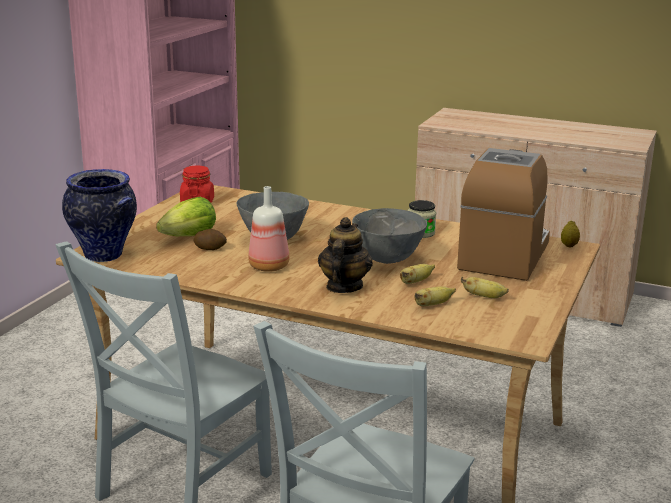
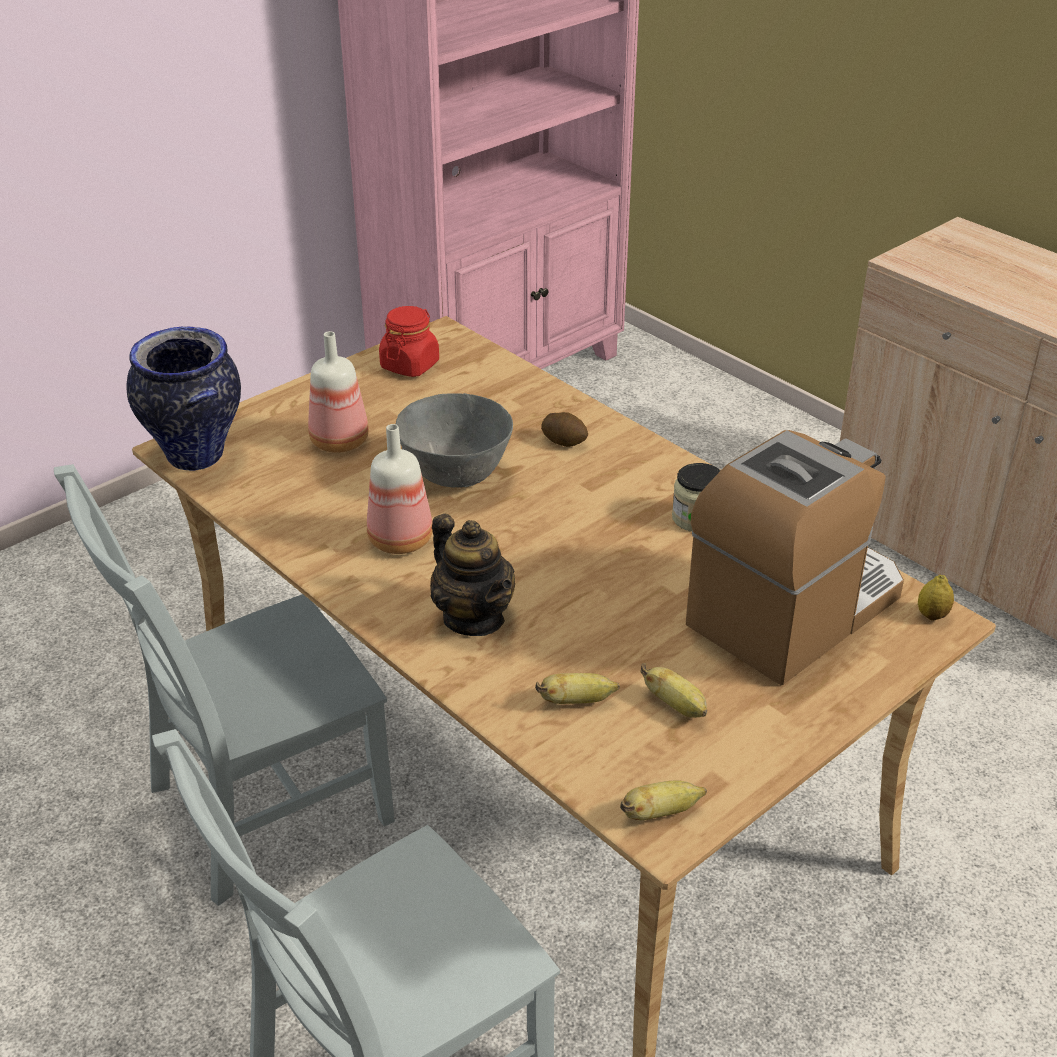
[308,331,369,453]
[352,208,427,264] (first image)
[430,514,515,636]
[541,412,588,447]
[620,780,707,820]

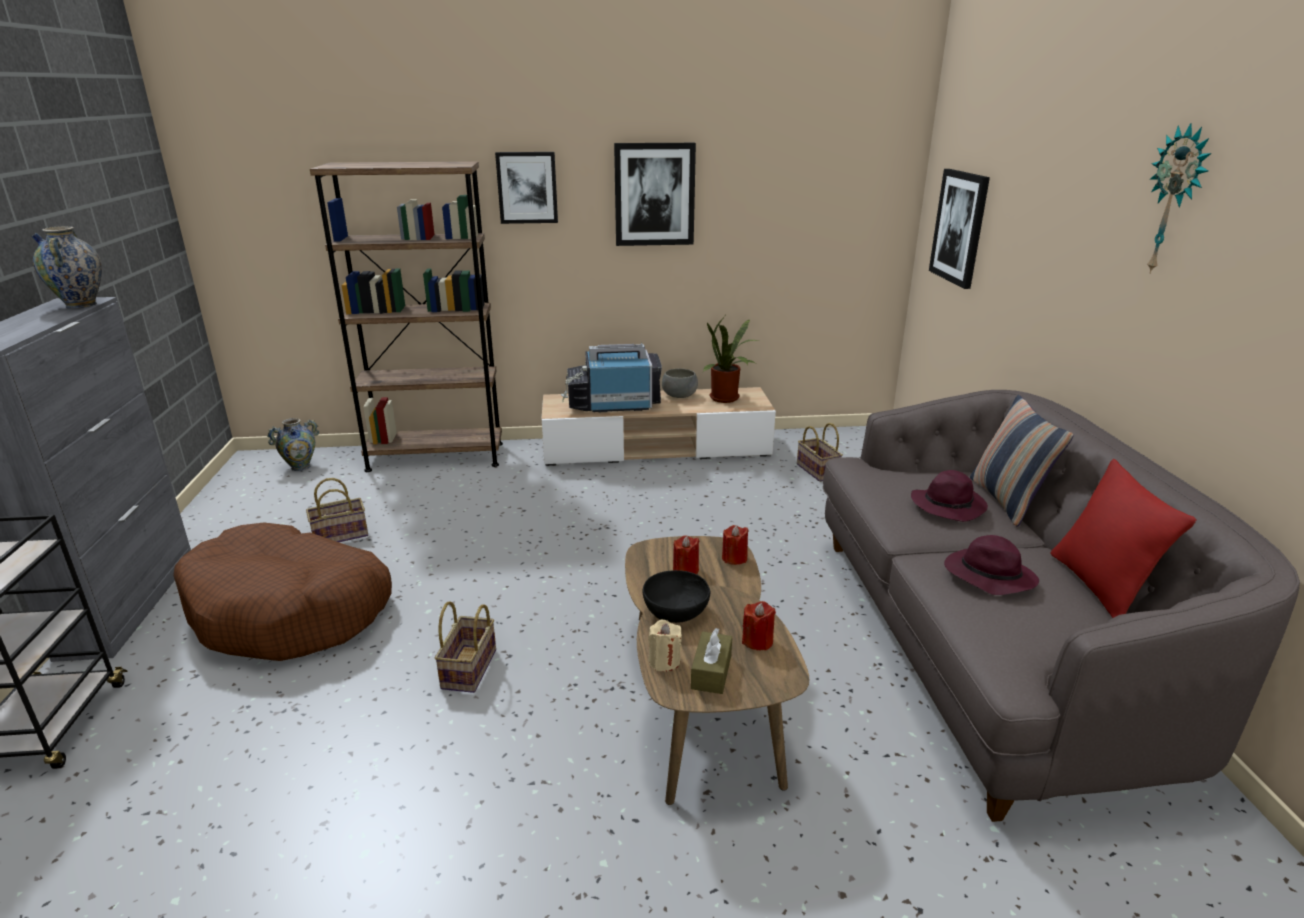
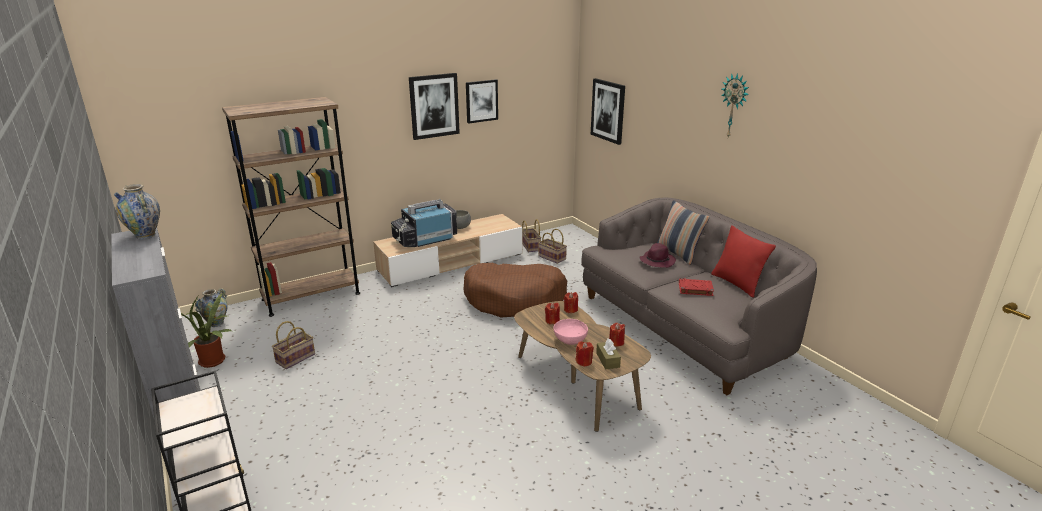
[466,79,498,124]
[181,294,233,368]
[463,263,567,318]
[679,279,714,296]
[553,319,588,345]
[522,219,541,252]
[575,341,594,366]

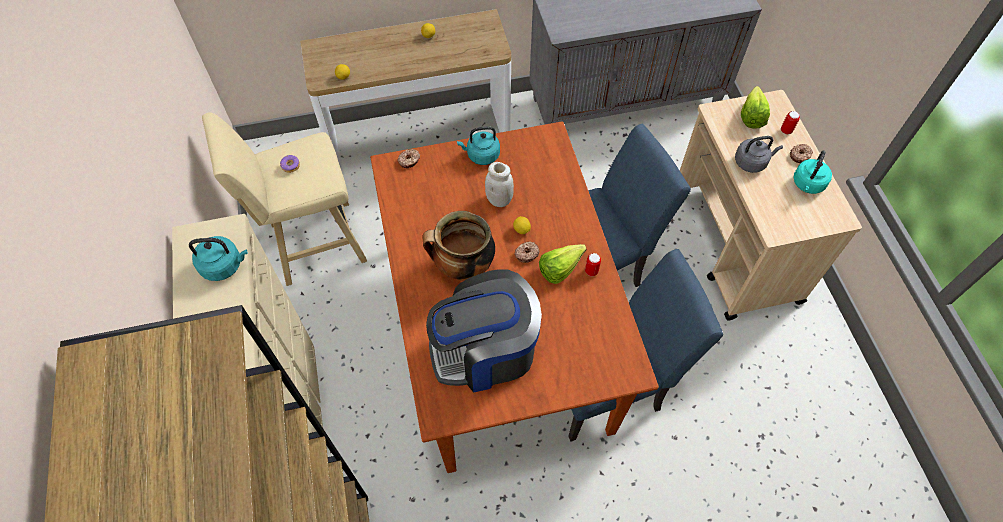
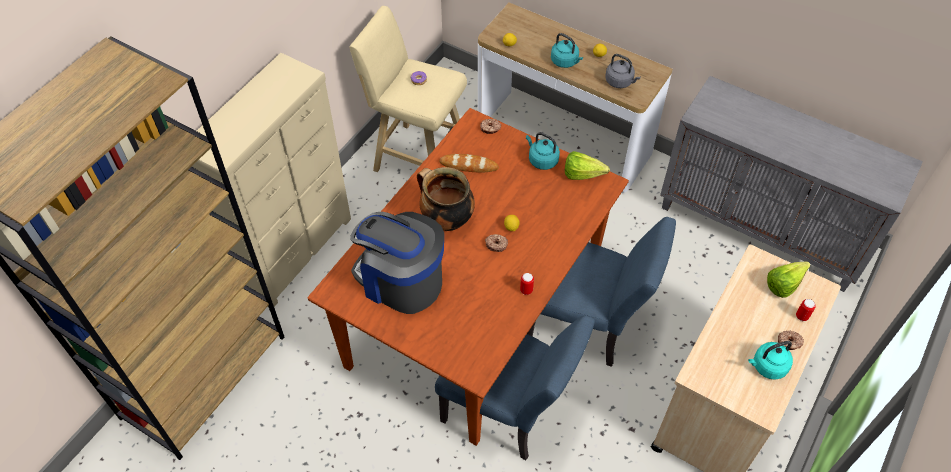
[605,54,641,88]
[485,162,514,207] (first image)
[551,33,583,68]
[565,151,610,180]
[439,154,499,172]

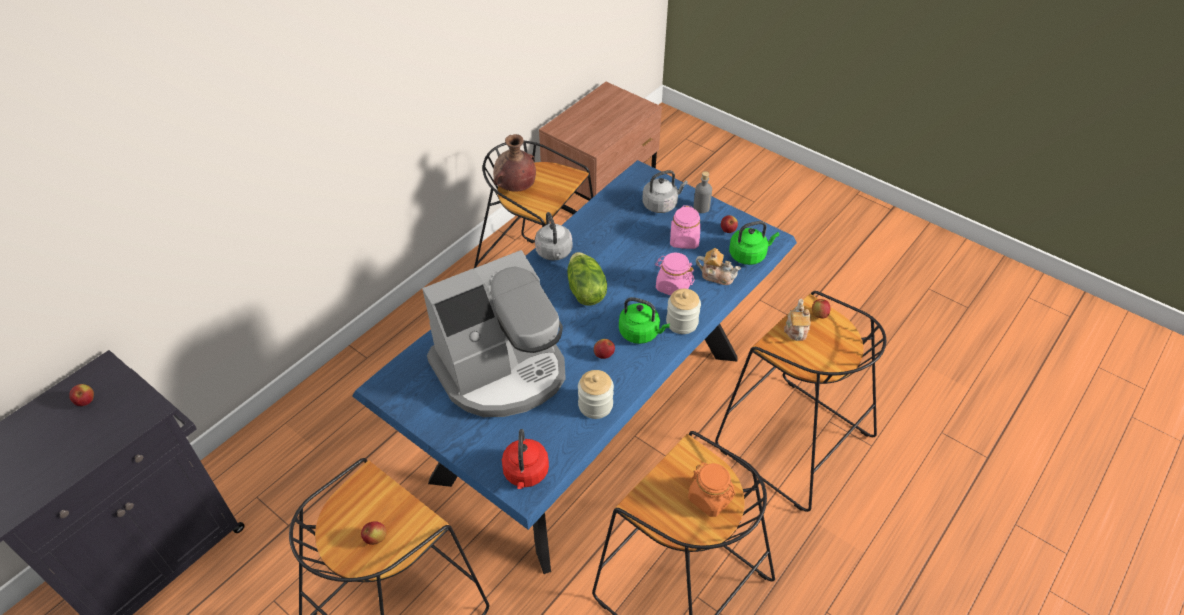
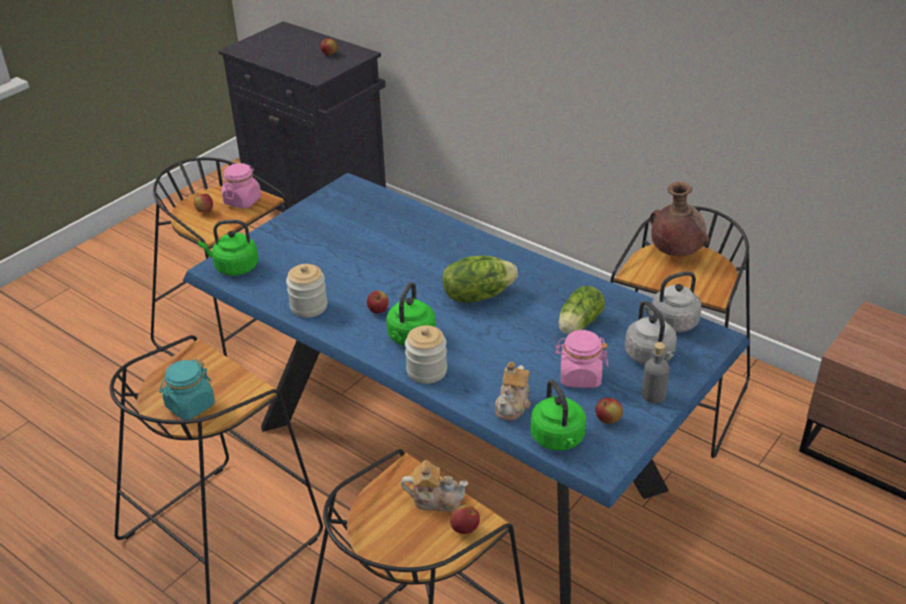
[640,271,701,333]
[422,250,565,417] (first image)
[221,163,261,209]
[198,220,258,276]
[159,359,215,420]
[558,286,605,334]

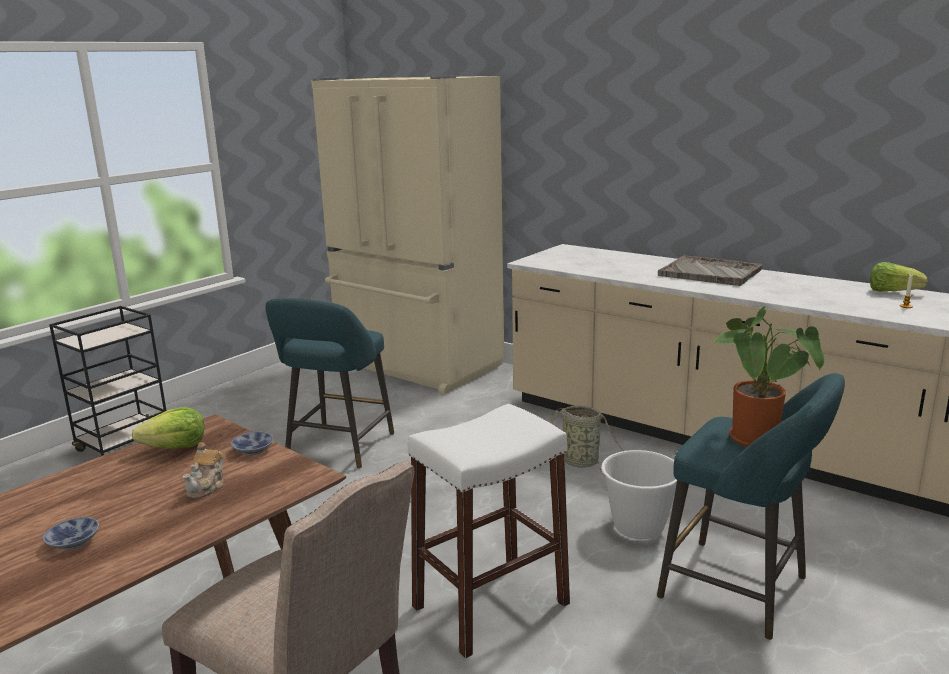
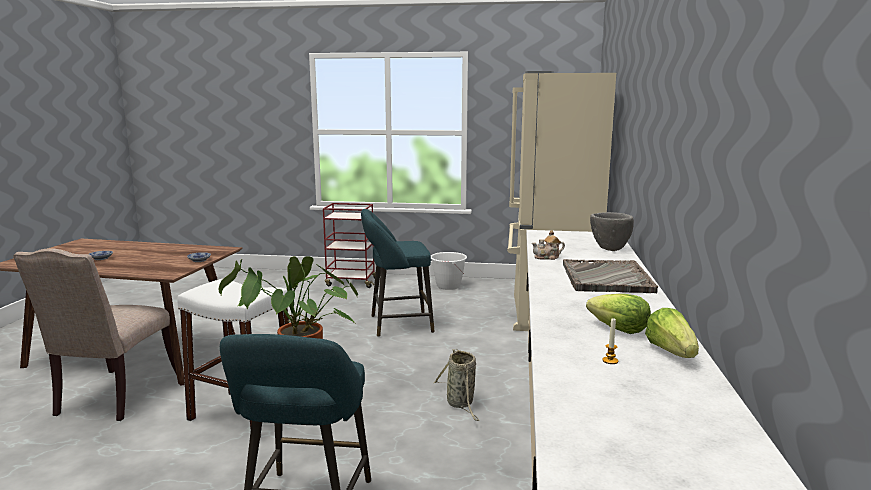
[323,203,376,288]
[586,294,651,334]
[532,230,565,260]
[431,252,467,290]
[590,212,634,251]

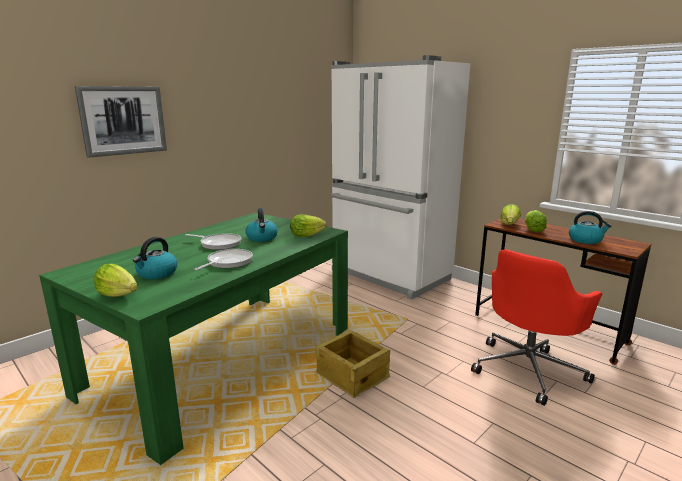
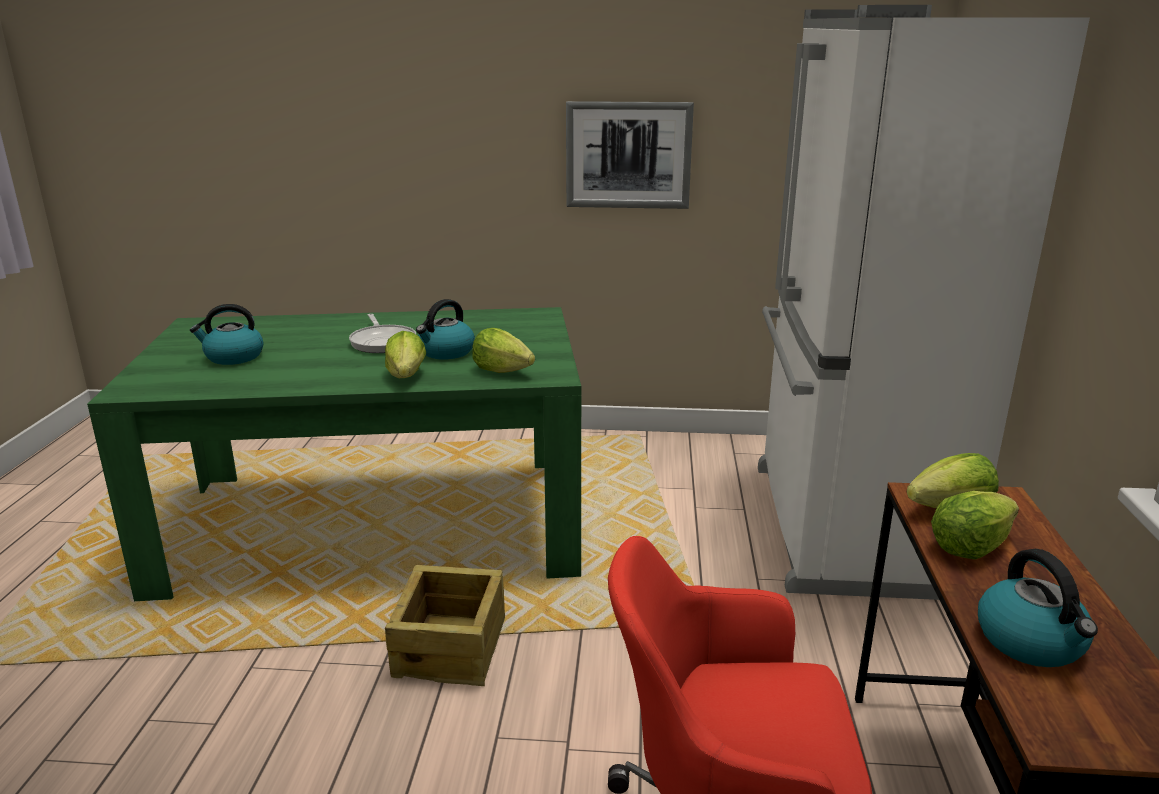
[566,101,694,209]
[195,249,253,270] (first image)
[385,331,426,378]

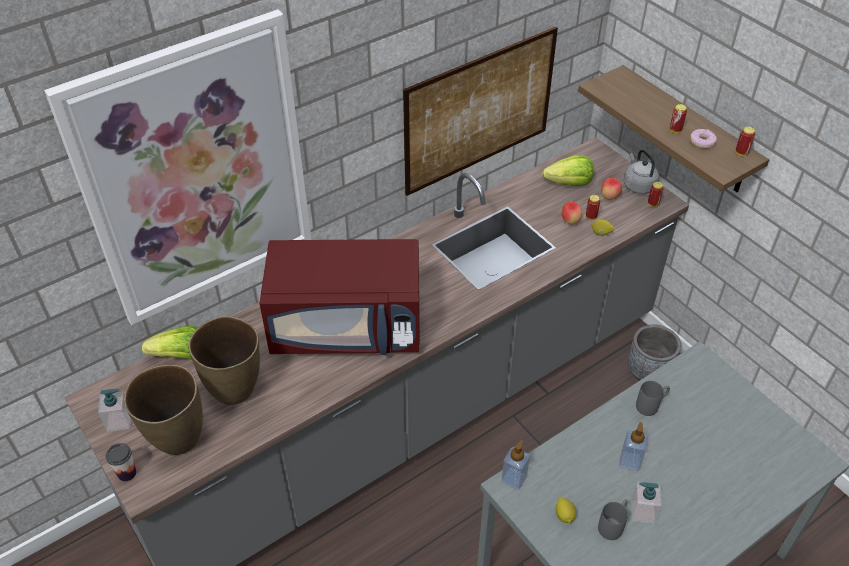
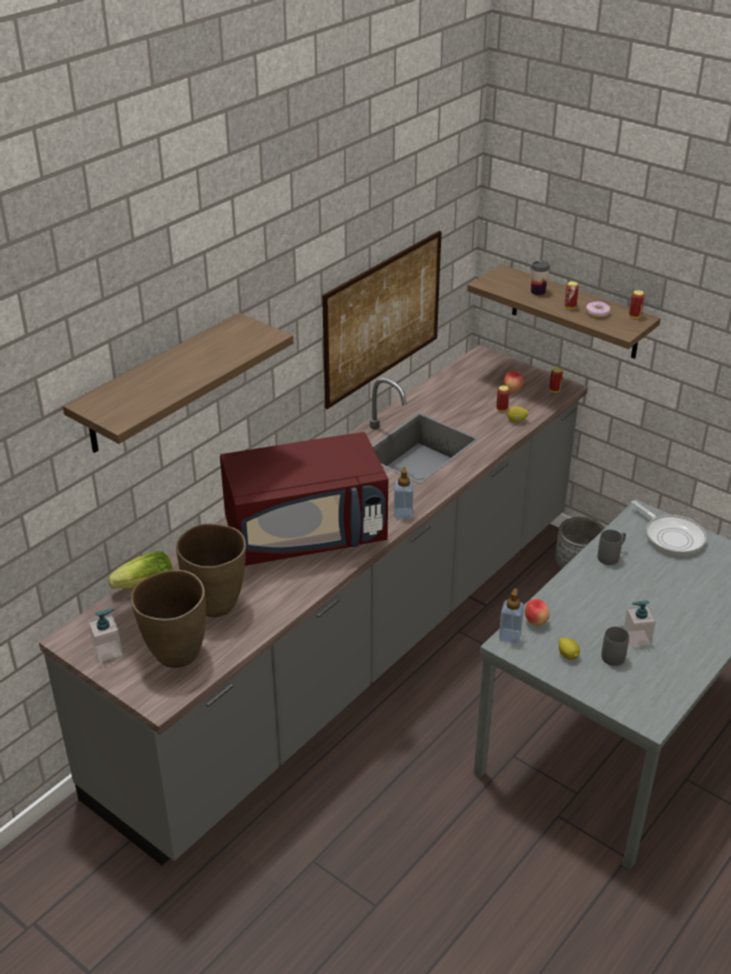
[63,313,293,453]
[624,150,659,194] (first image)
[542,155,594,186] (first image)
[525,599,550,626]
[394,467,414,519]
[531,261,550,295]
[631,500,707,556]

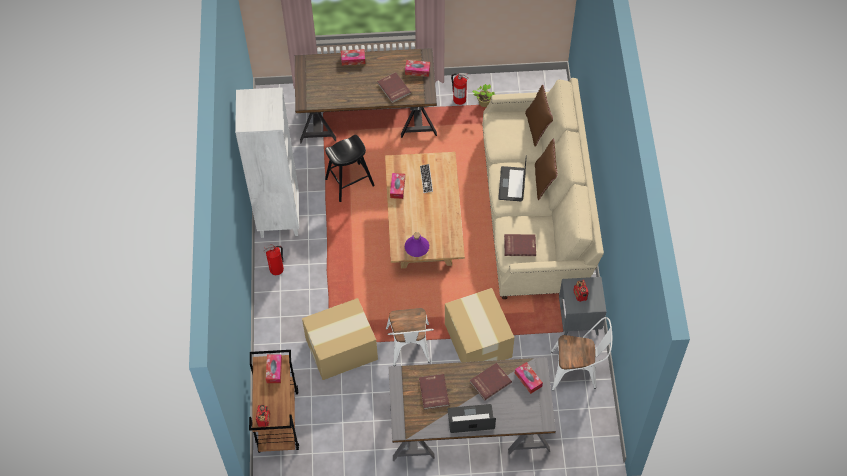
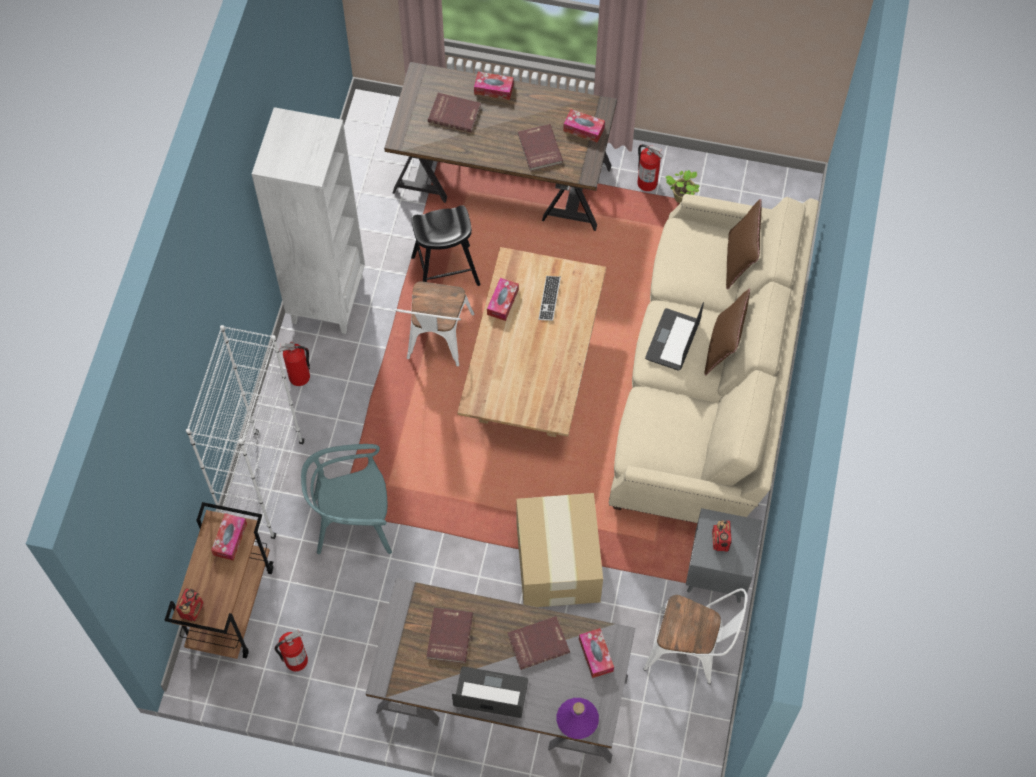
[557,698,599,739]
[428,93,481,132]
[301,444,392,554]
[395,281,475,366]
[186,325,304,539]
[275,629,308,671]

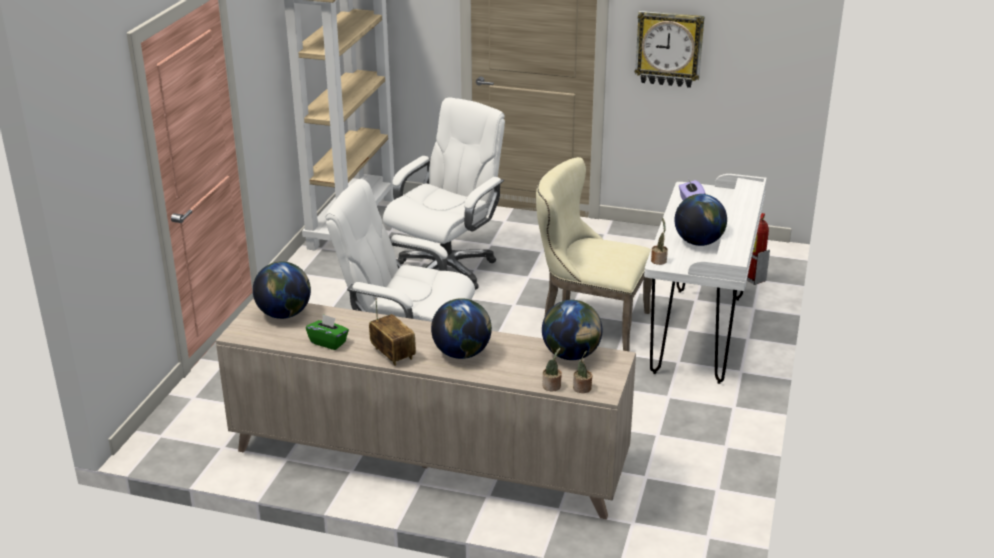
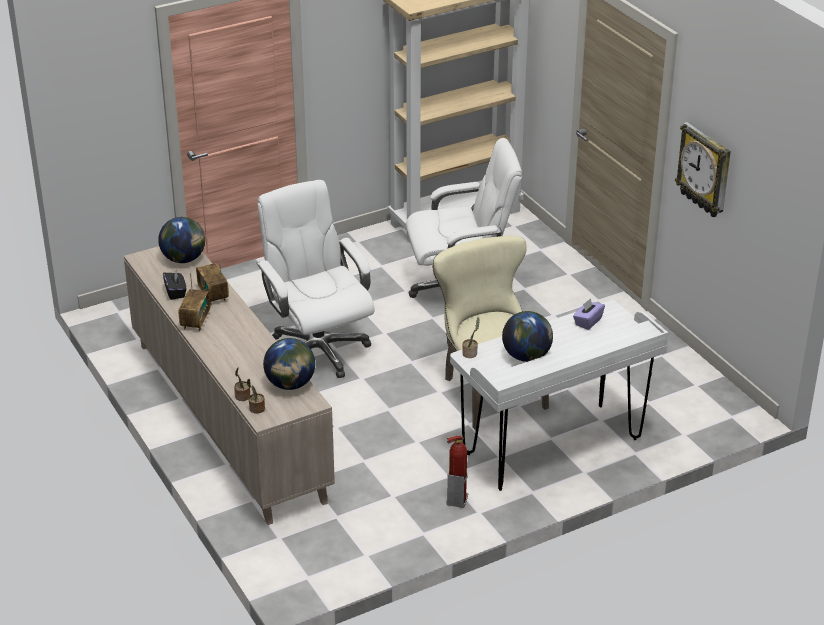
[446,435,468,508]
[431,298,492,359] (first image)
[163,271,187,300]
[196,260,229,305]

